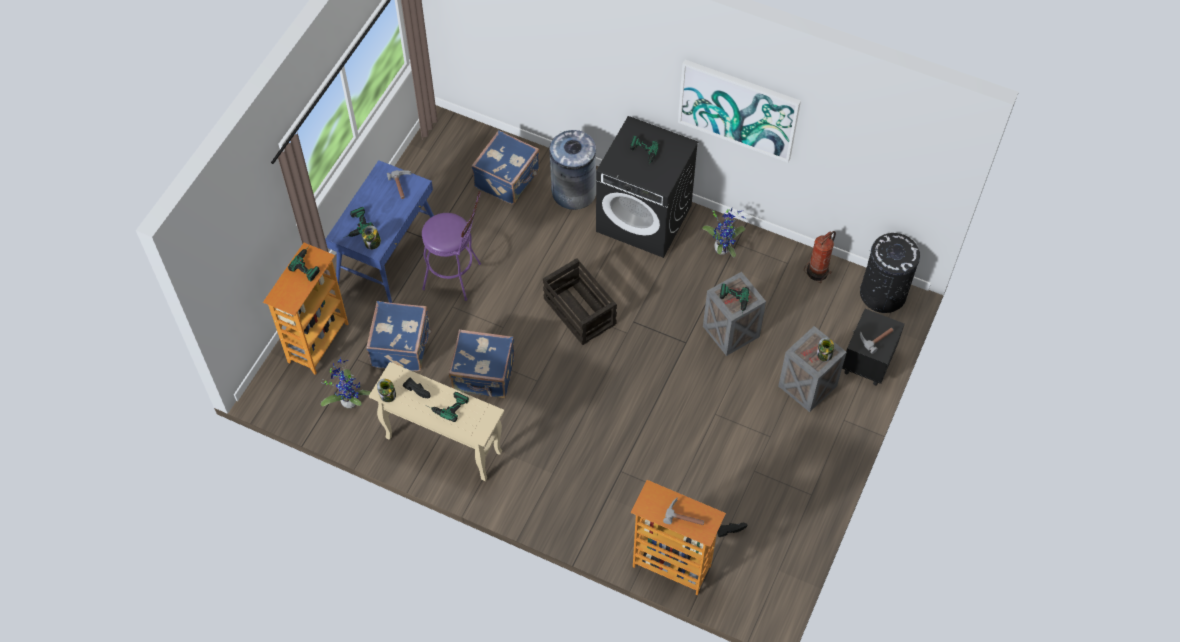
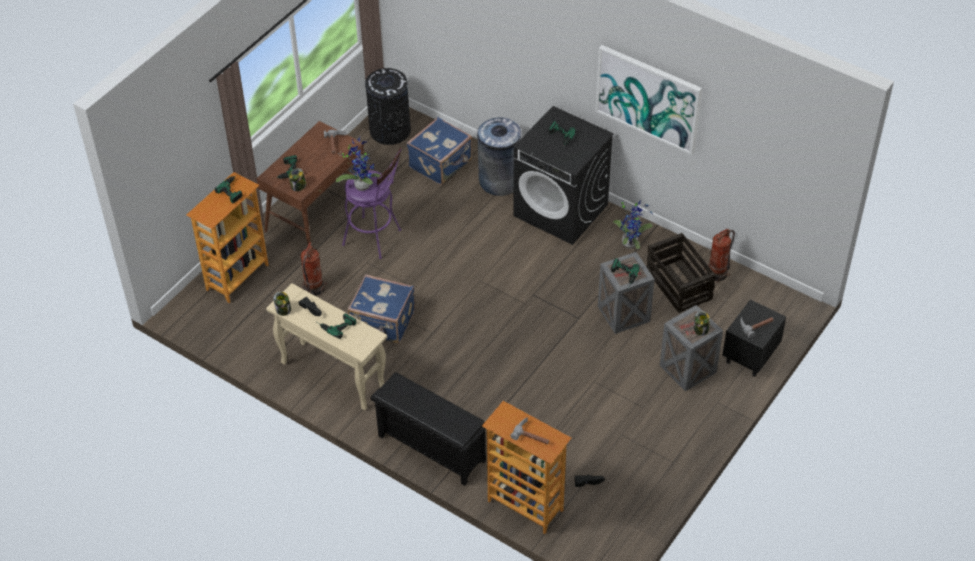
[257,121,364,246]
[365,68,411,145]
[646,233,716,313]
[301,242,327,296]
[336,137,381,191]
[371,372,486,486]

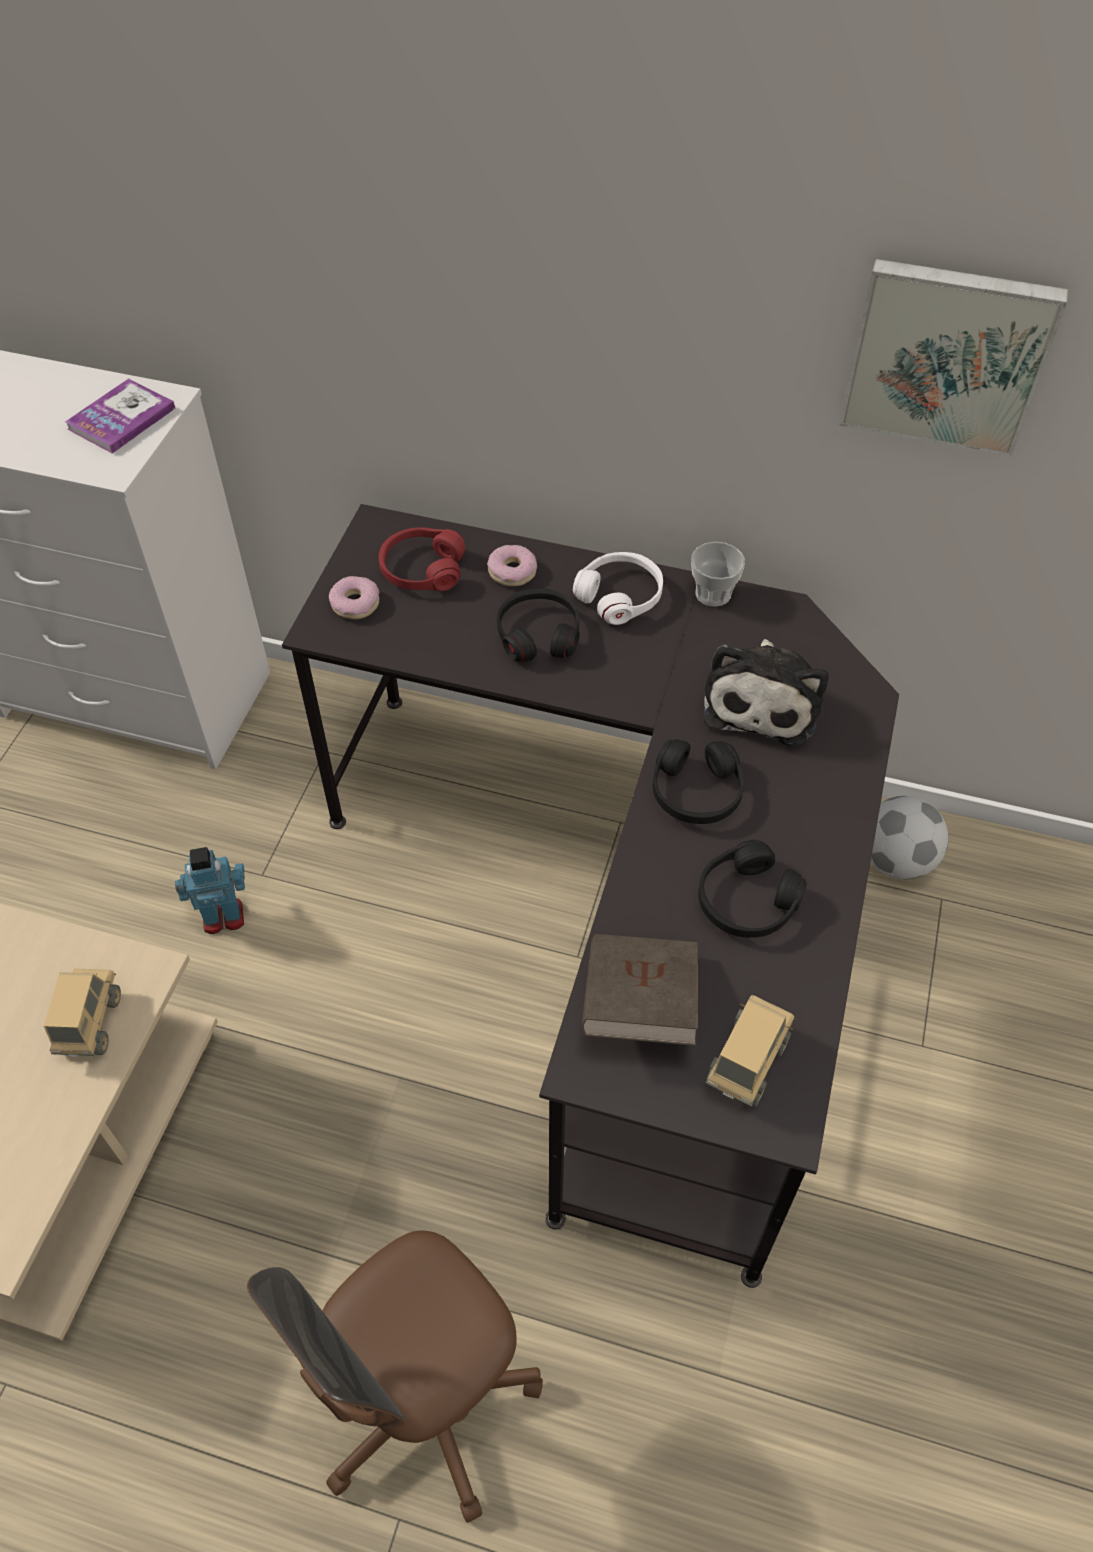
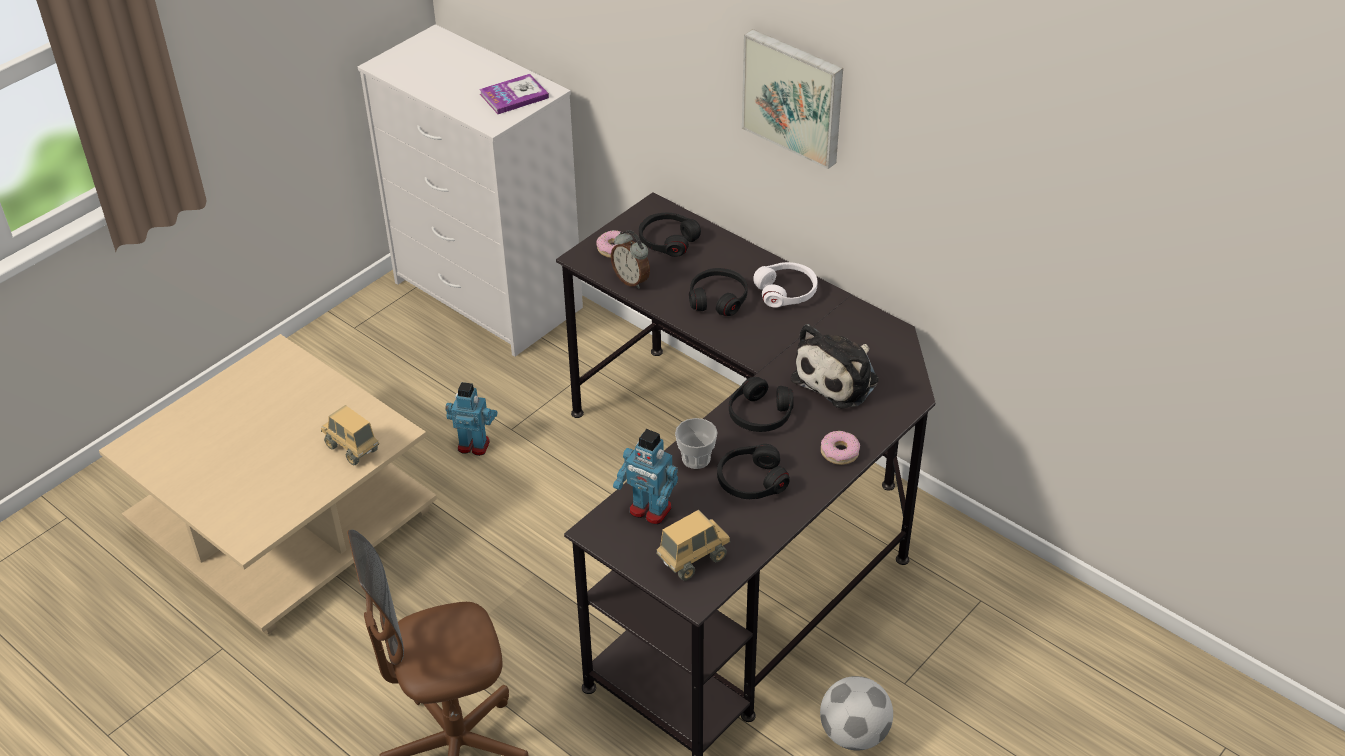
[742,29,843,169]
[639,213,701,257]
[675,418,718,469]
[821,431,860,465]
[820,676,893,751]
[613,429,678,524]
[321,405,379,465]
[611,230,650,289]

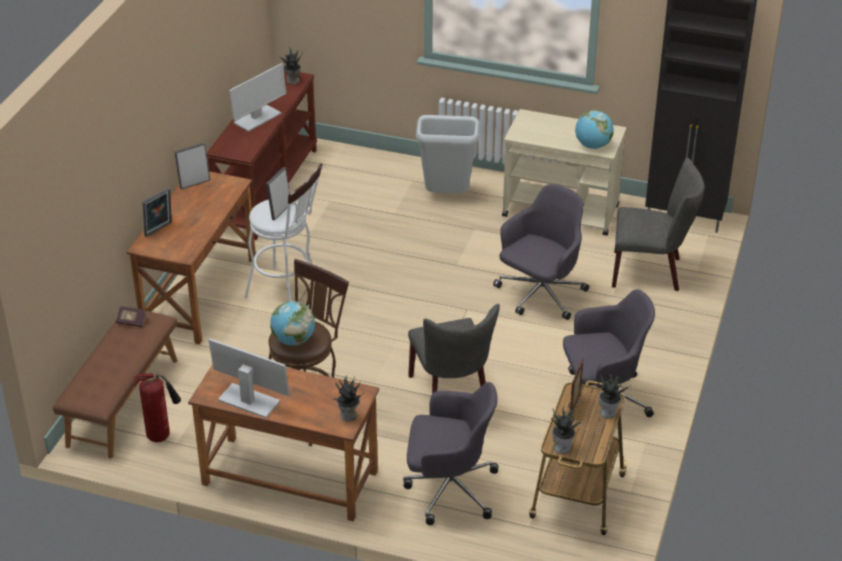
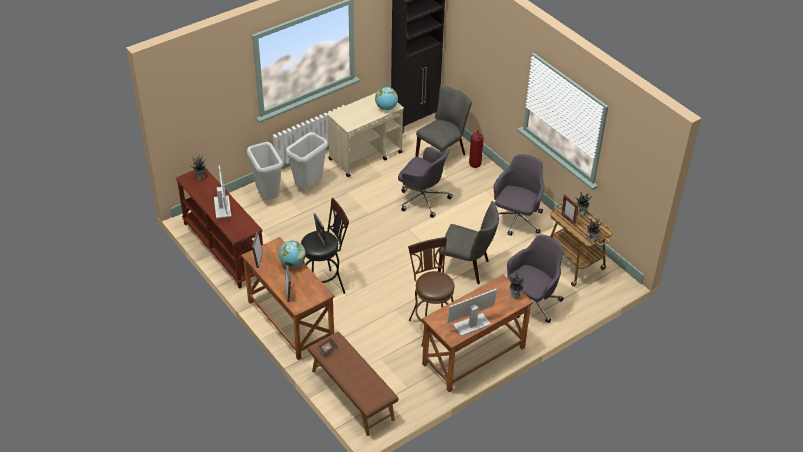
[301,198,349,294]
[398,147,453,218]
[279,241,306,268]
[469,130,484,168]
[247,142,283,200]

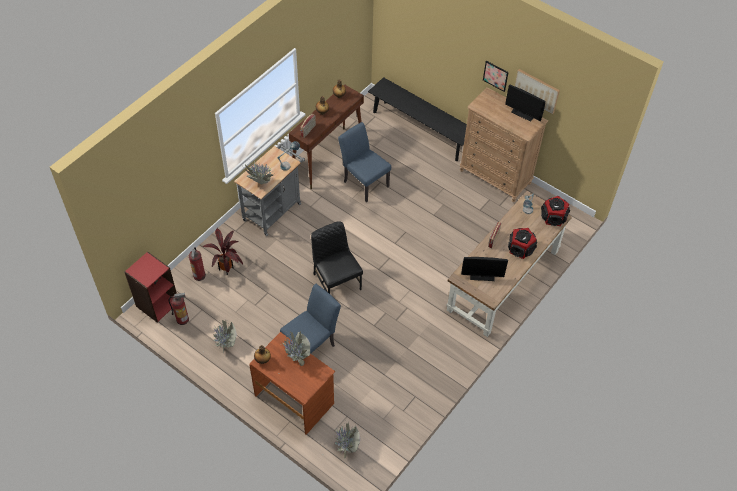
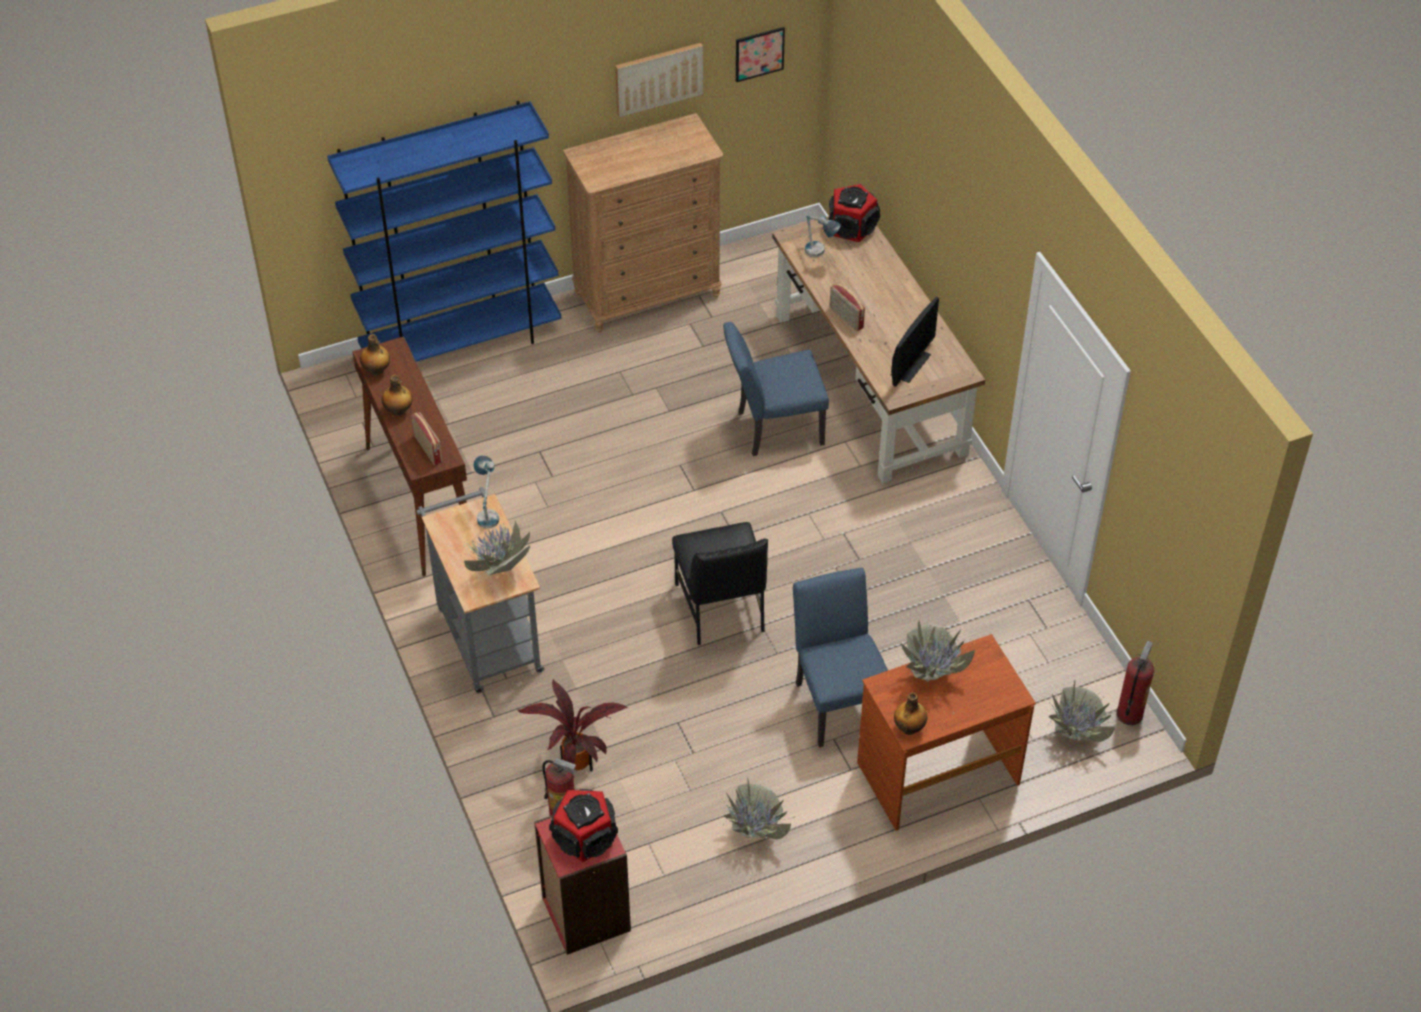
[736,27,785,82]
[327,101,561,362]
[505,85,545,122] (first image)
[723,322,829,456]
[672,522,768,645]
[549,789,618,862]
[1116,641,1154,725]

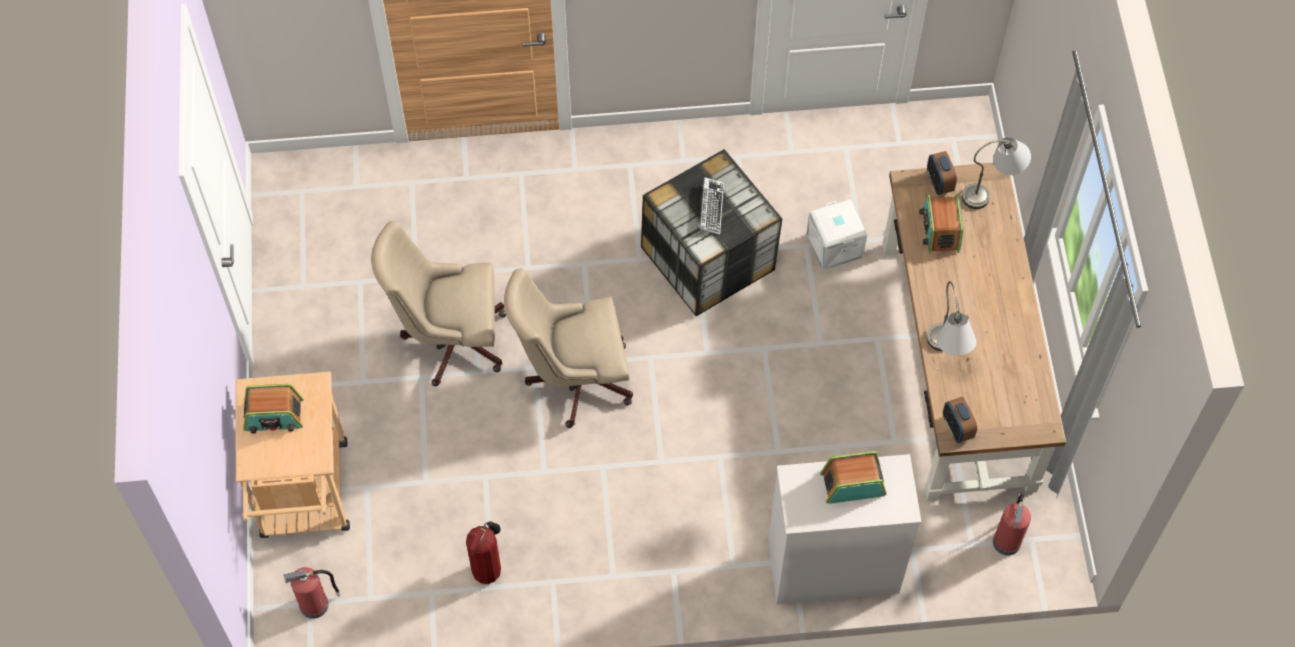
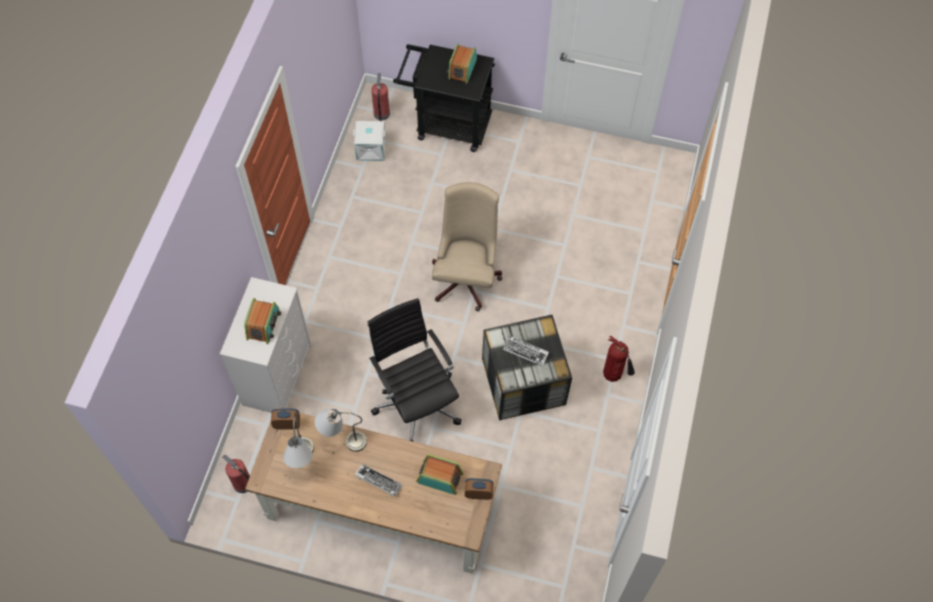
[283,413,314,468]
[353,121,386,161]
[371,221,506,386] (first image)
[393,44,495,152]
[603,336,635,382]
[368,299,461,442]
[354,464,403,496]

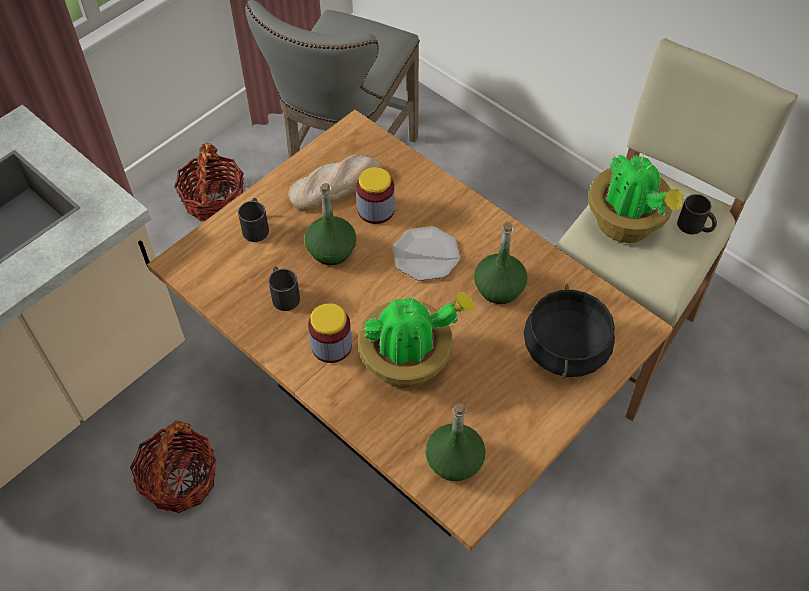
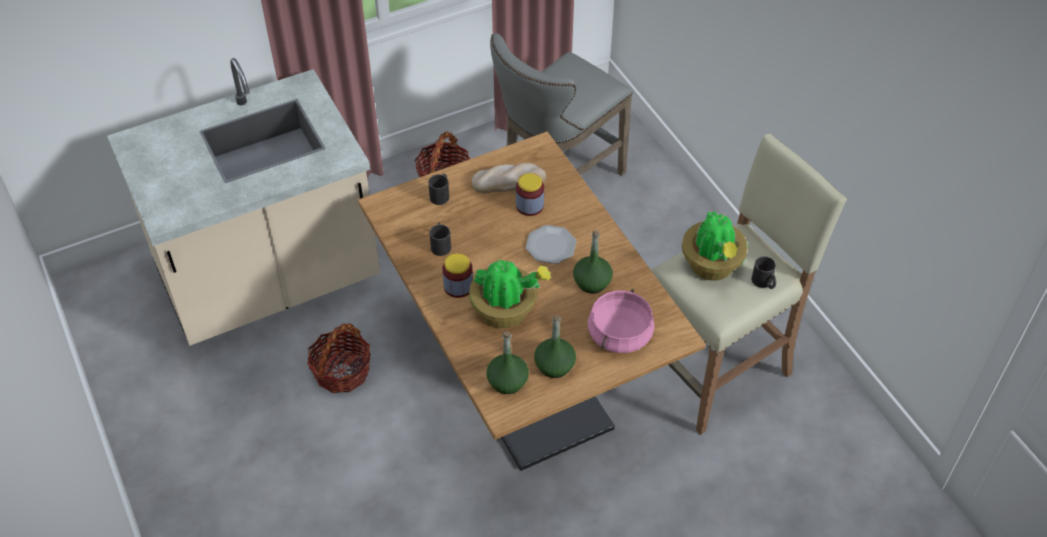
[534,315,576,378]
[588,289,654,353]

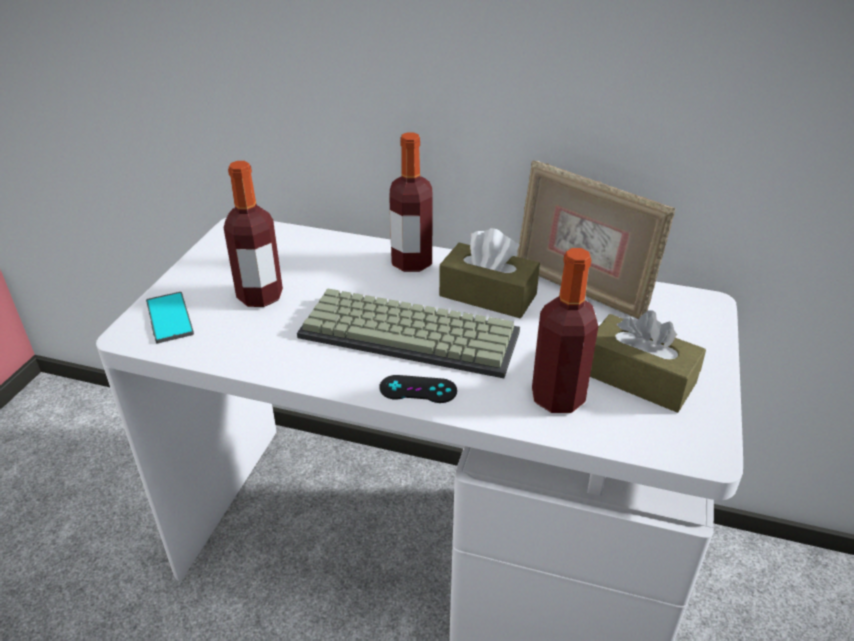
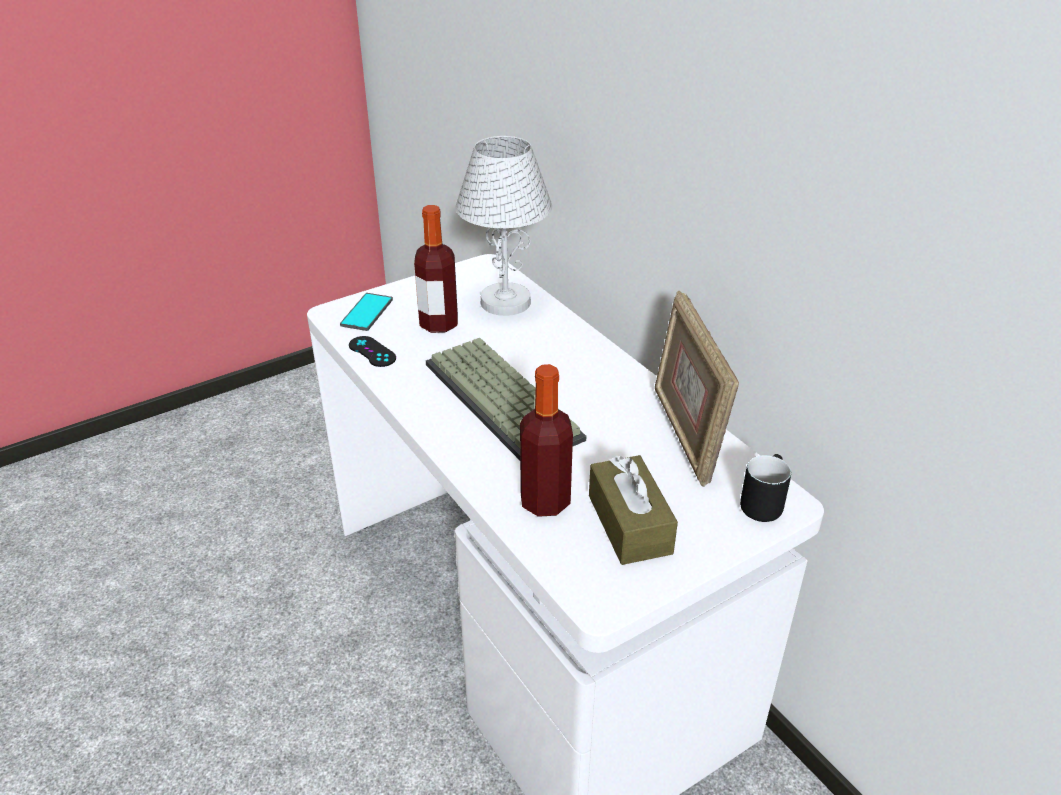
[389,132,433,272] (first image)
[439,228,540,318] (first image)
[349,336,396,367]
[455,136,552,316]
[740,454,791,522]

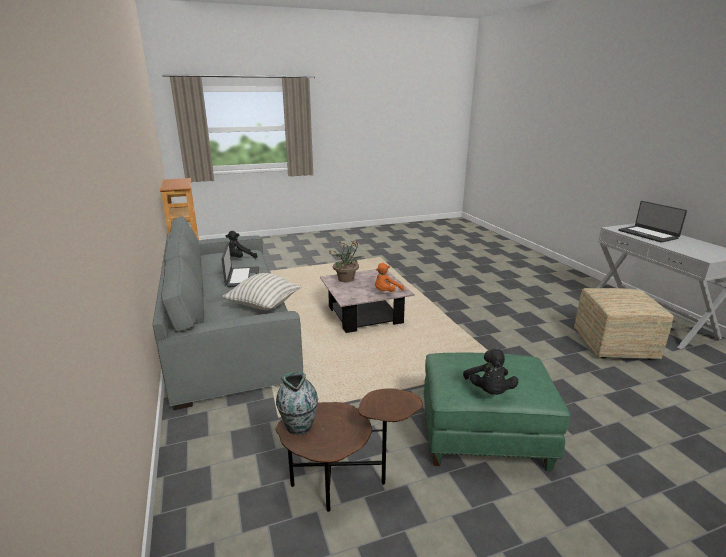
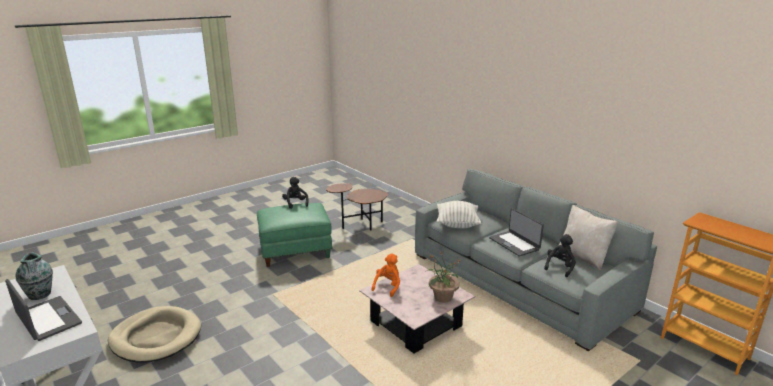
[108,306,201,363]
[15,252,53,300]
[559,205,618,270]

